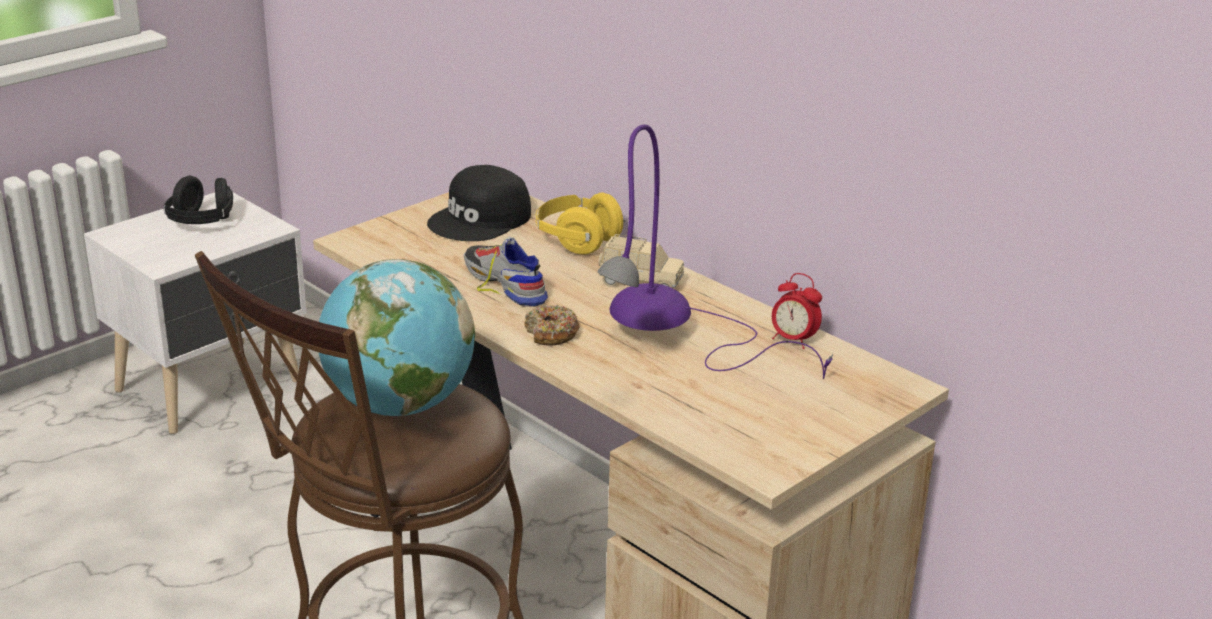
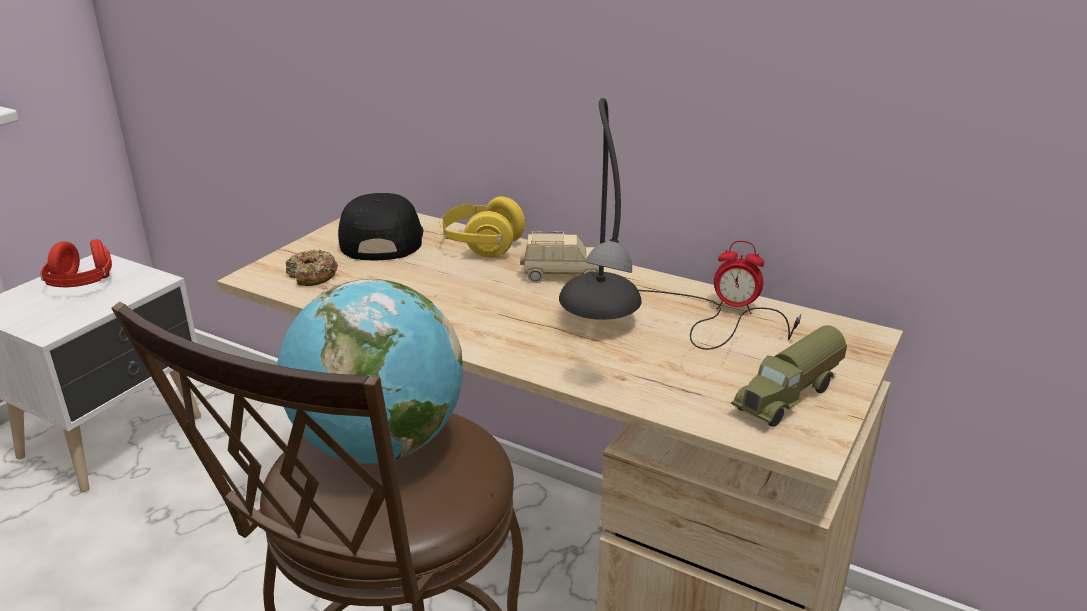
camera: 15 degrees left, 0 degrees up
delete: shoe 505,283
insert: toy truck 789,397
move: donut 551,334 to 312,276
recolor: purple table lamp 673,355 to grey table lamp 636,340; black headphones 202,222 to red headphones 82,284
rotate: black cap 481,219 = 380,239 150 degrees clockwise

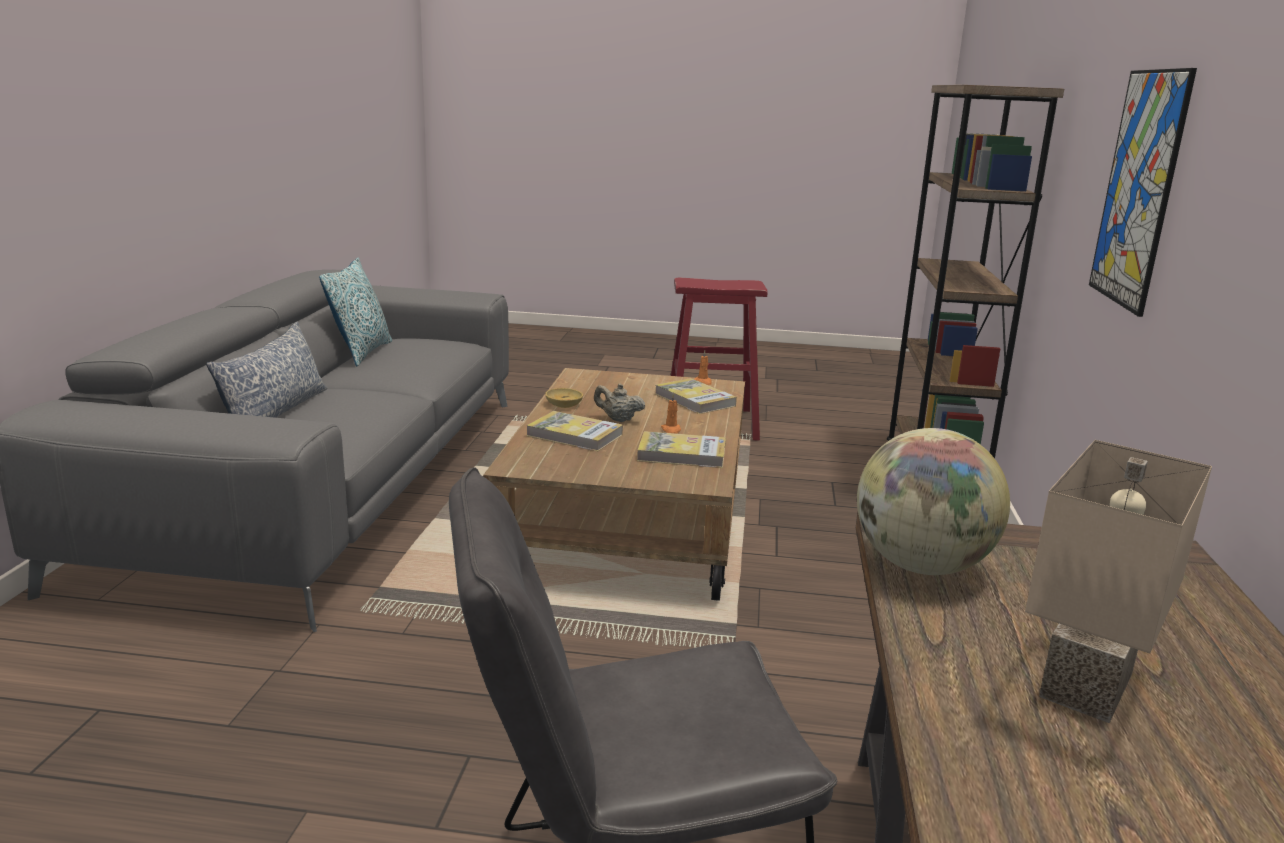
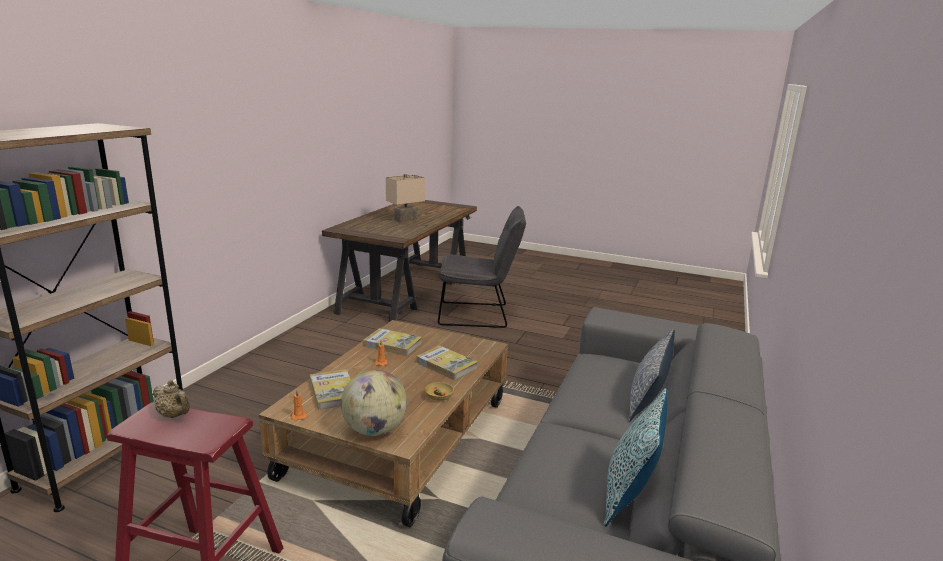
camera: 165 degrees left, 0 degrees up
delete: picture 1138,189
move: beige teapot 618,419 to 175,415; globe 921,566 to 375,430

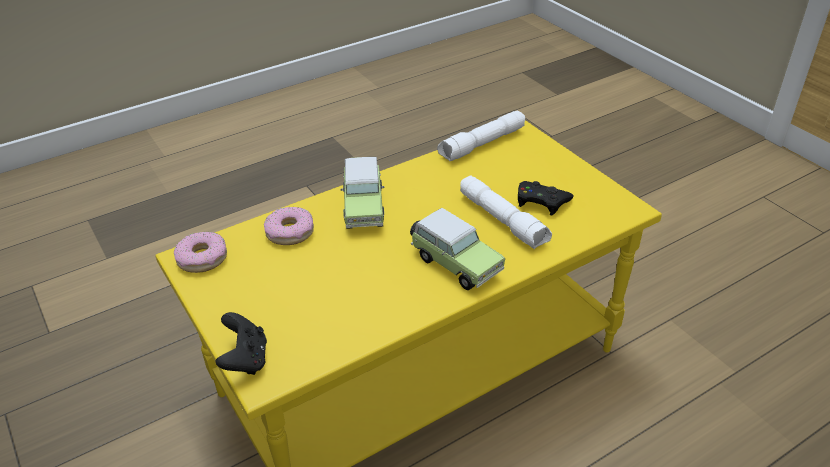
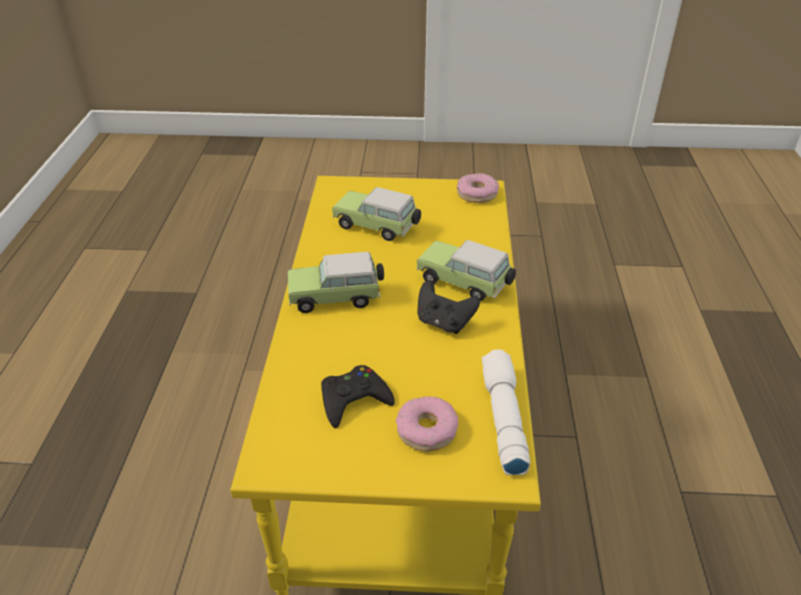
camera: 125 degrees right, 0 degrees up
delete: white flashlight 503,220
insert: toy car 377,227
move: donut 290,232 to 426,430; black game controller 245,360 to 444,322

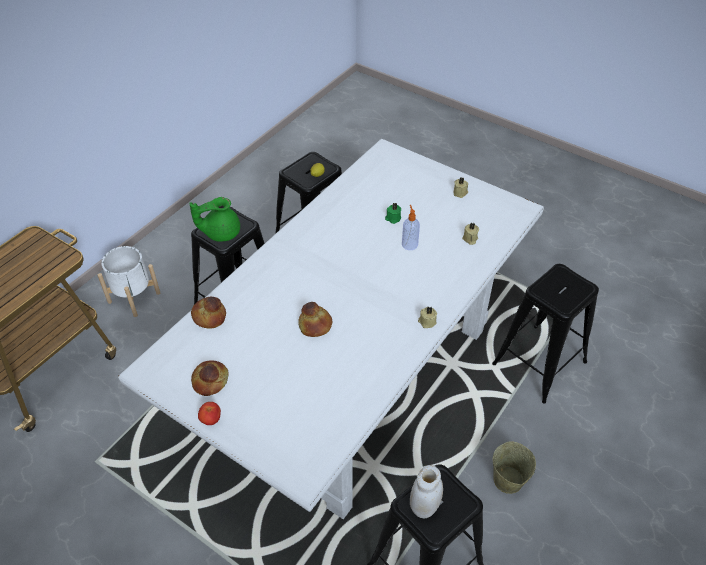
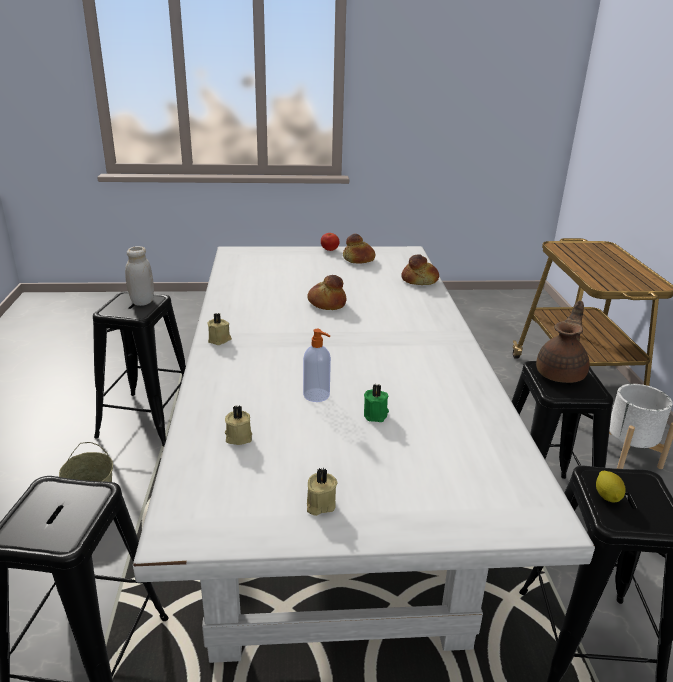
camera: 140 degrees right, 20 degrees down
recolor: green teapot 220,232 to brown teapot 561,374

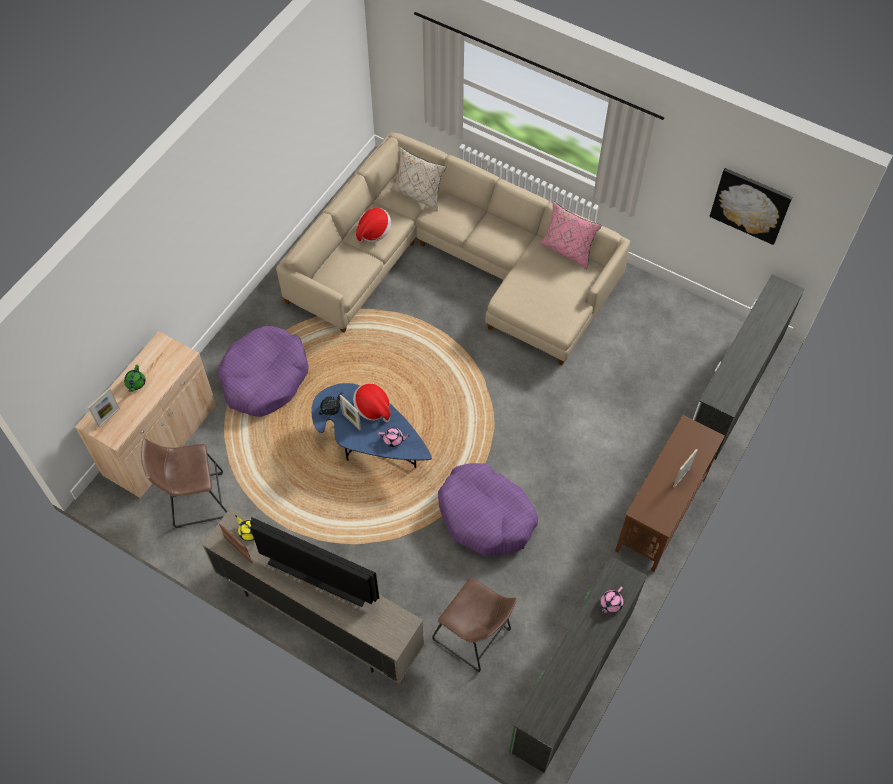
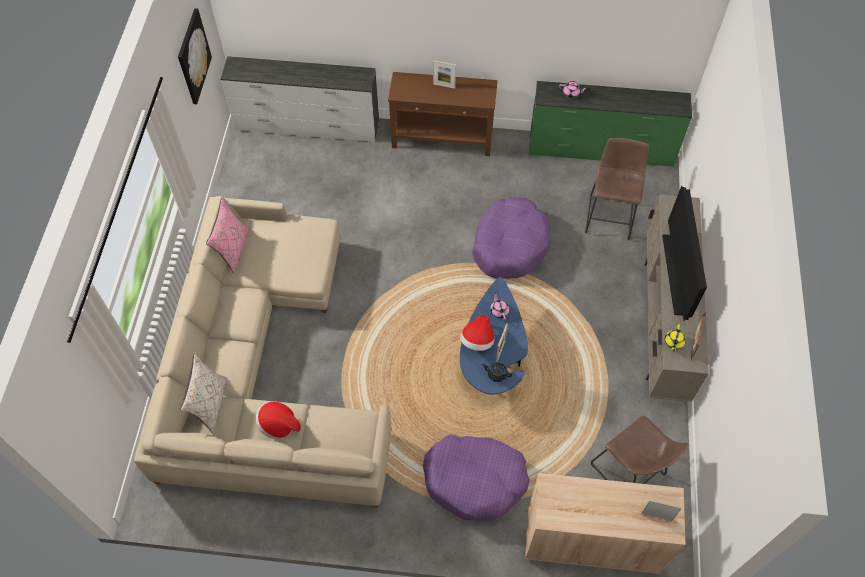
camera: 115 degrees left, 0 degrees up
delete: green teapot 135,383

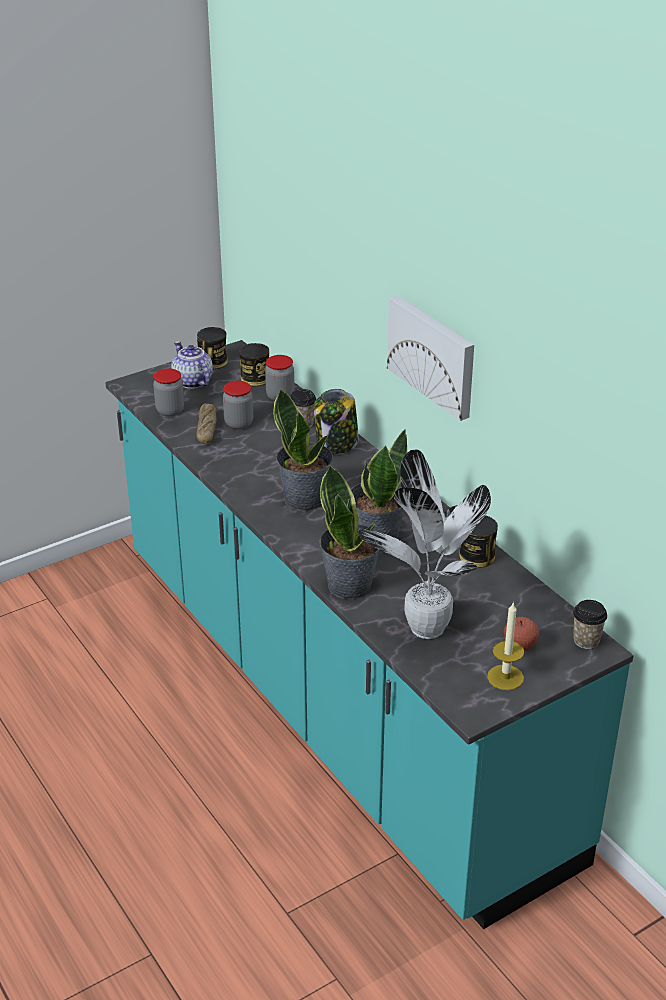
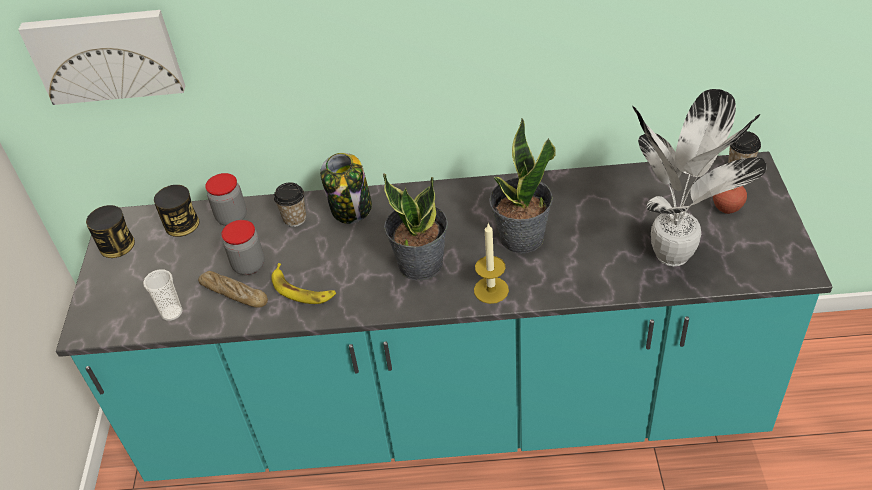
camera: 55 degrees left, 10 degrees up
delete: teapot 191,382; potted plant 350,585; can 477,556
insert: banana 302,289
move: picture 433,355 to 106,54; candle 505,677 to 491,290
replace: jar 170,410 to cup 172,313

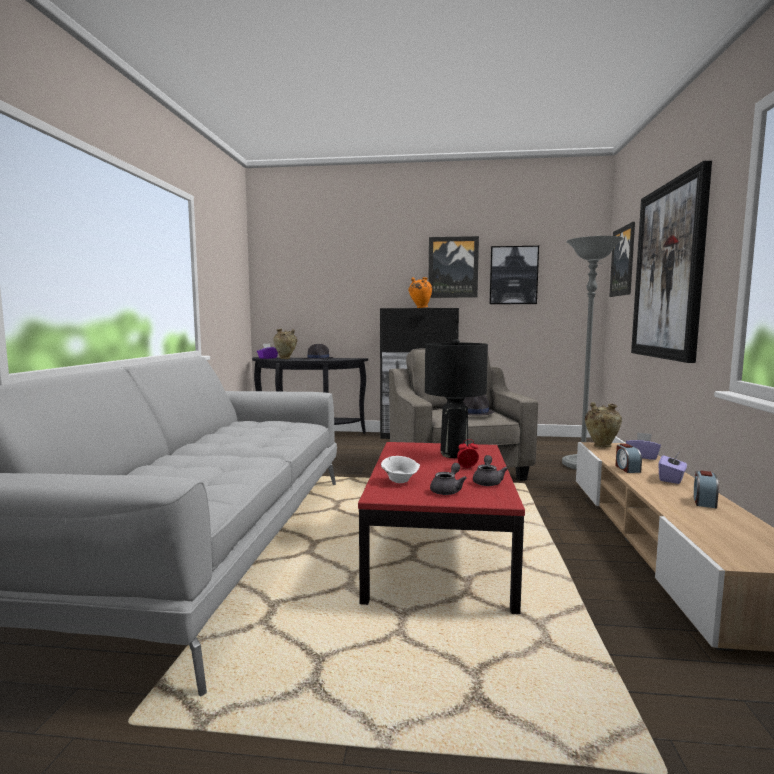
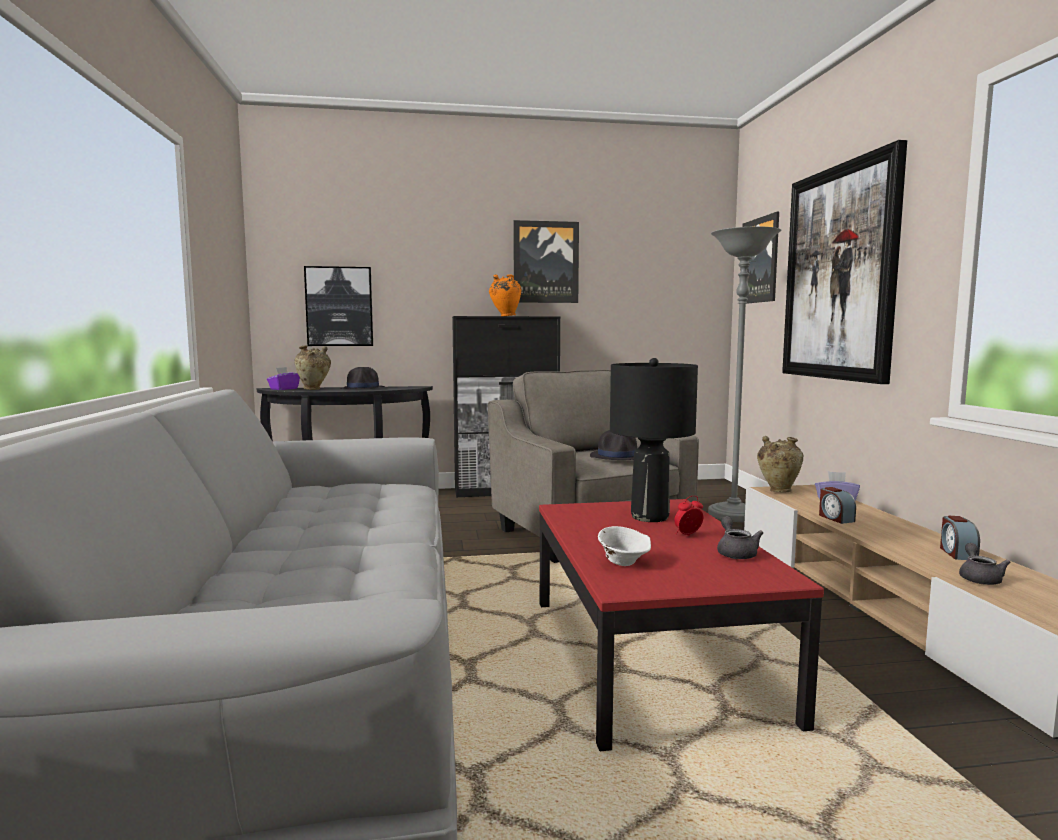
camera: 15 degrees left, 0 degrees up
delete: purple tissue box 672,479
move: picture 513,275 to 339,306; grey teapot 448,490 to 979,578

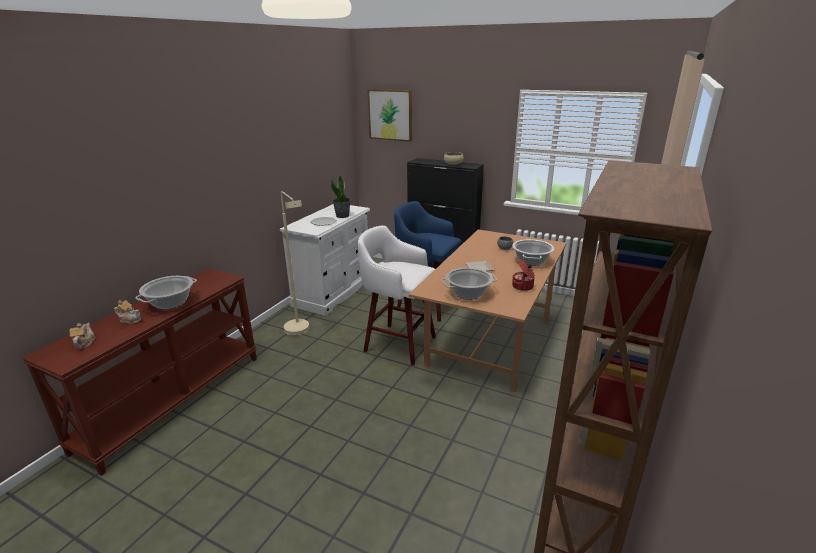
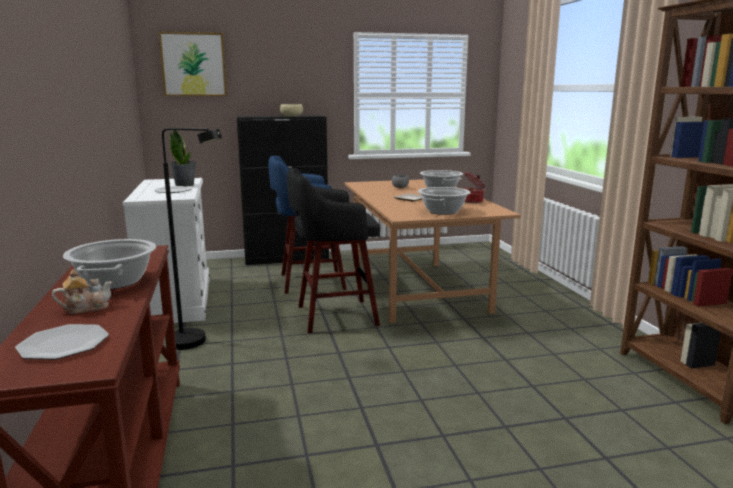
camera: 40 degrees left, 10 degrees down
replace: teapot 84,343 to plate 63,344
recolor: beige floor lamp 300,332 to black floor lamp 196,342; white stool 398,343 to black stool 333,316

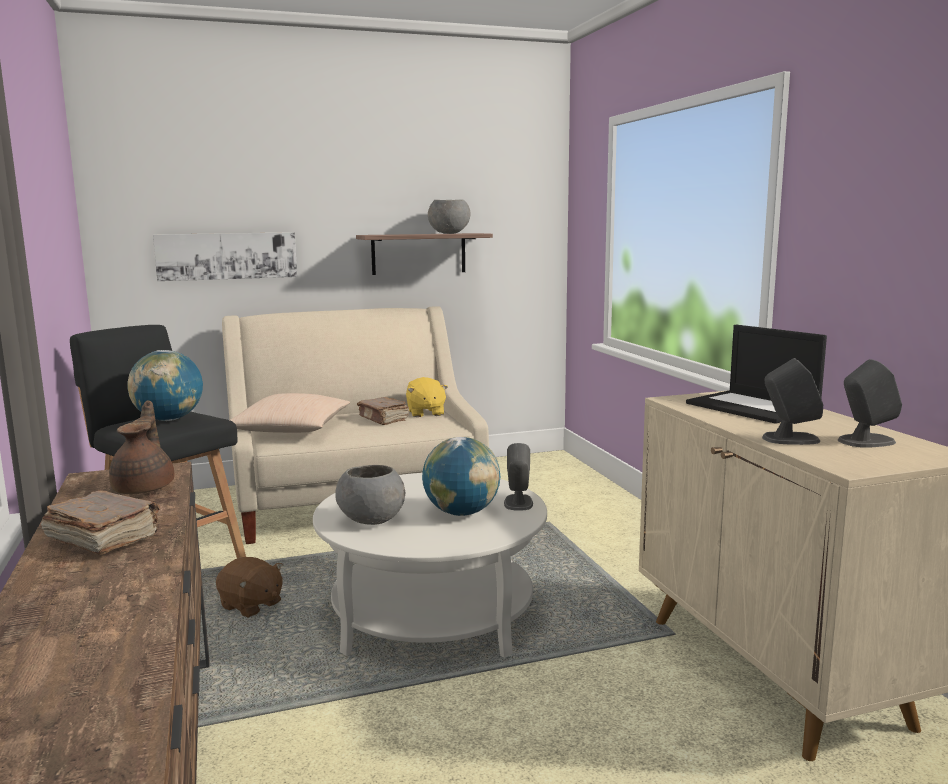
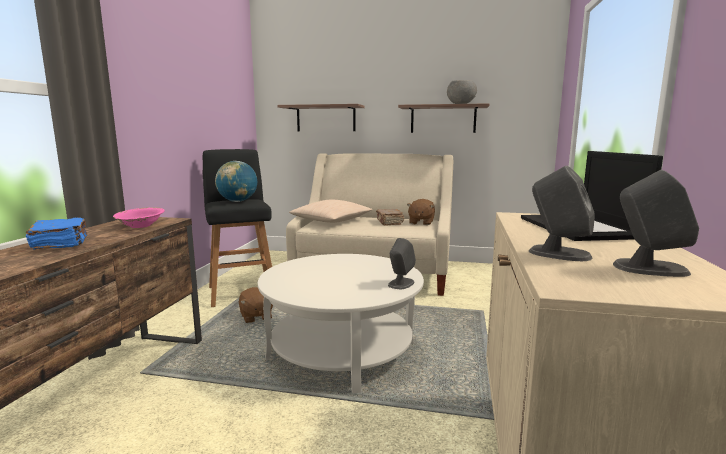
camera: 30 degrees right, 0 degrees up
delete: globe 461,513; grey bowl 371,521
replace: picture 227,256 to shelf 326,118; brown teapot 145,488 to pink bowl 140,226
recolor: yellow plush toy 425,413 to brown plush toy 421,222; brown book 103,539 to blue book 61,244

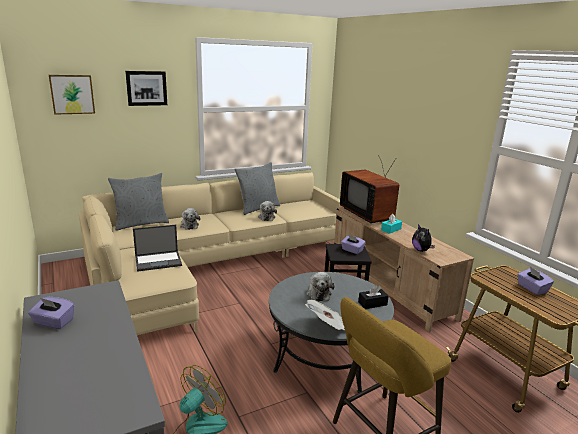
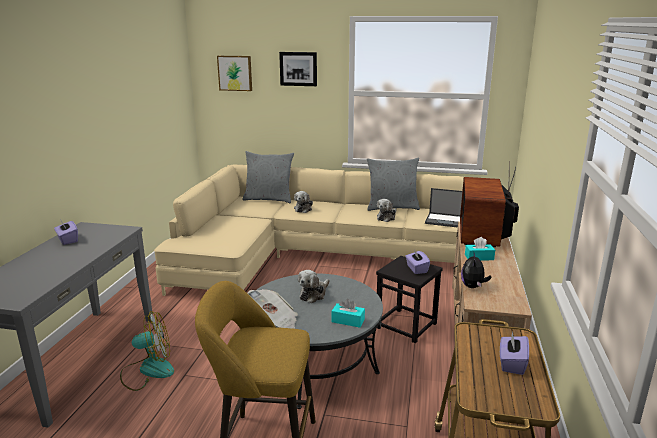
camera: 40 degrees right, 0 degrees up
move: laptop 159,261 to 446,220
recolor: black tissue box 372,303 to turquoise tissue box 348,321

